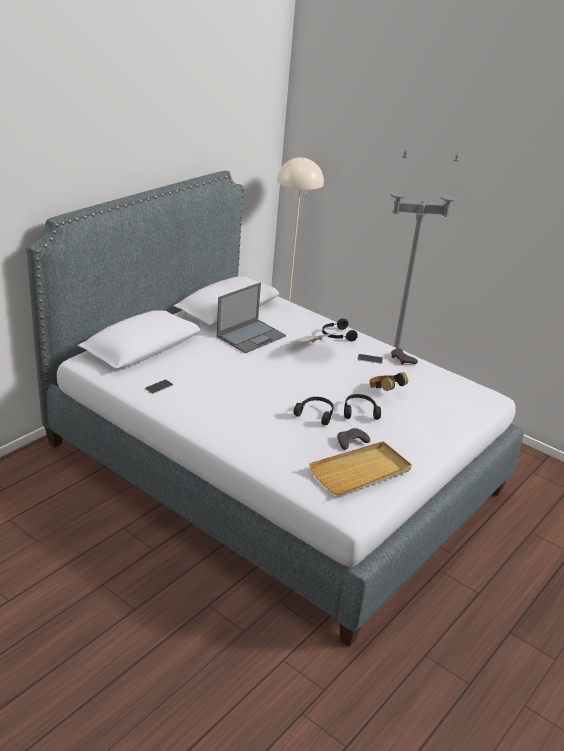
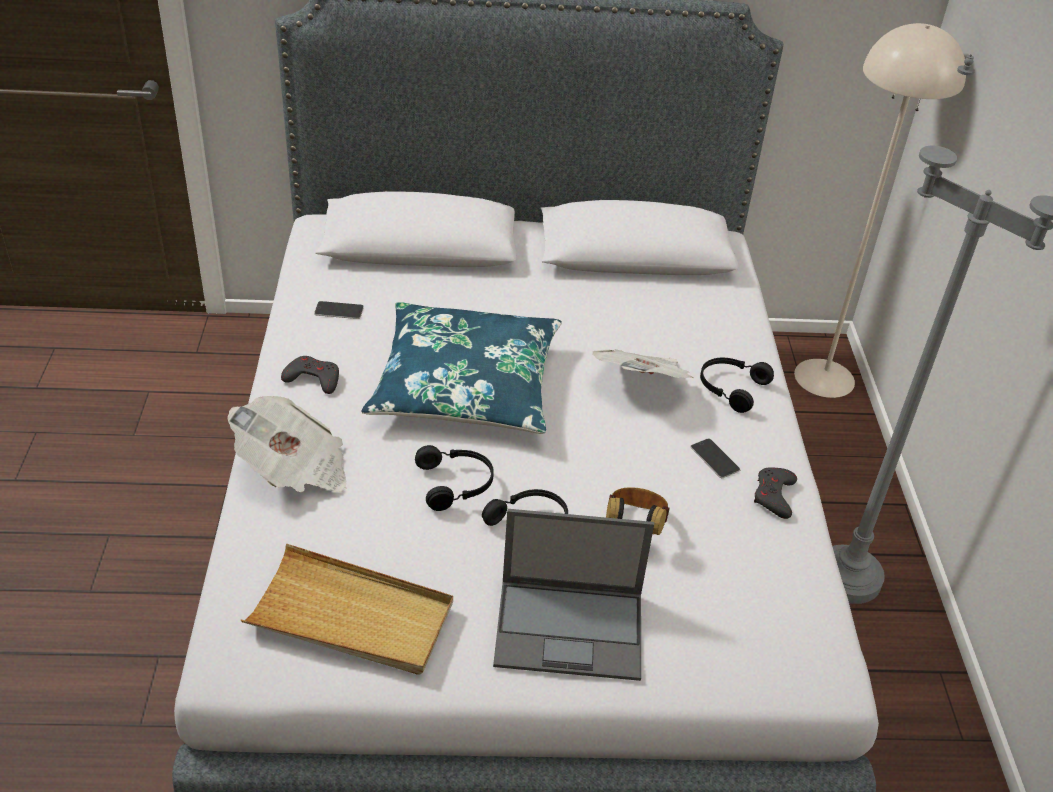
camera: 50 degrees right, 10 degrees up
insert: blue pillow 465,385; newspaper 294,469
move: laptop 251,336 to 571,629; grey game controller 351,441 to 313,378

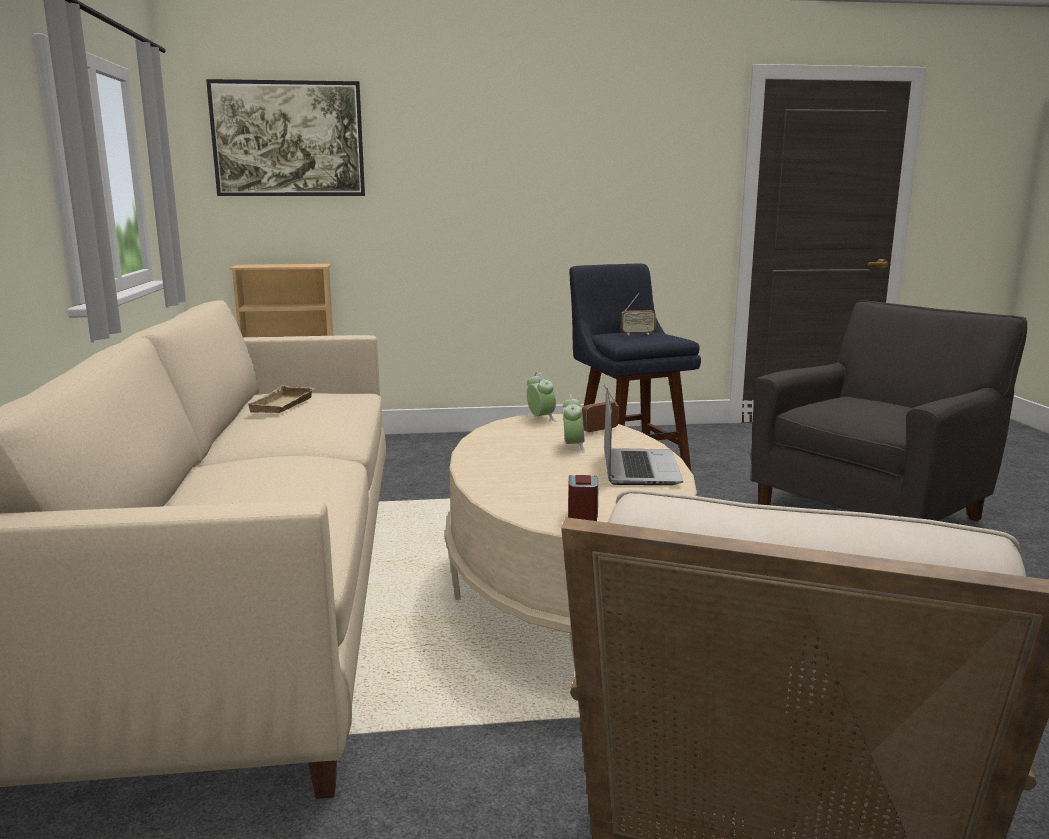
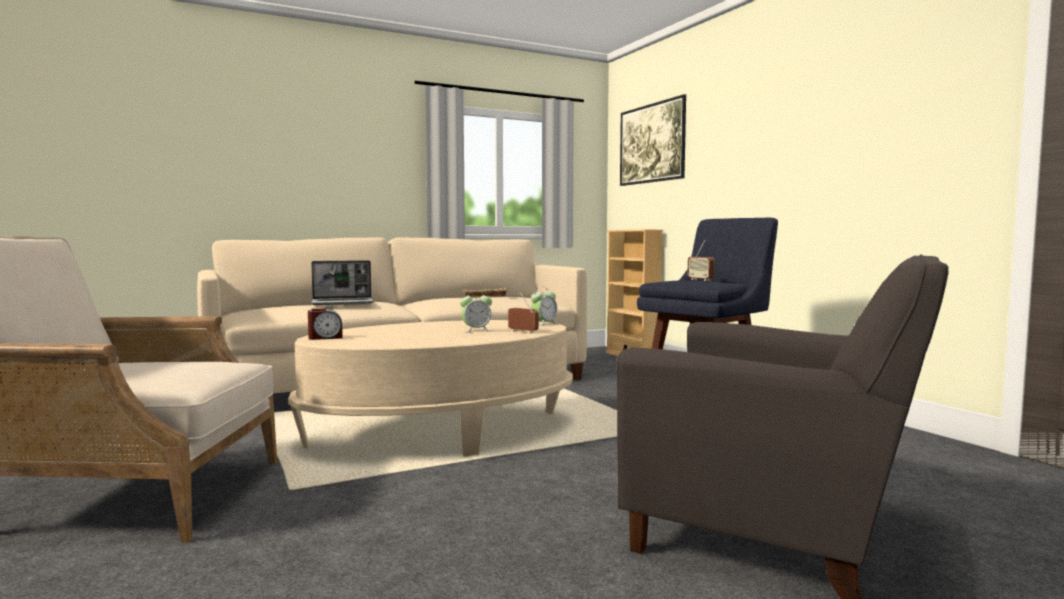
camera: 70 degrees right, 10 degrees down
move: laptop 638,468 to 343,303

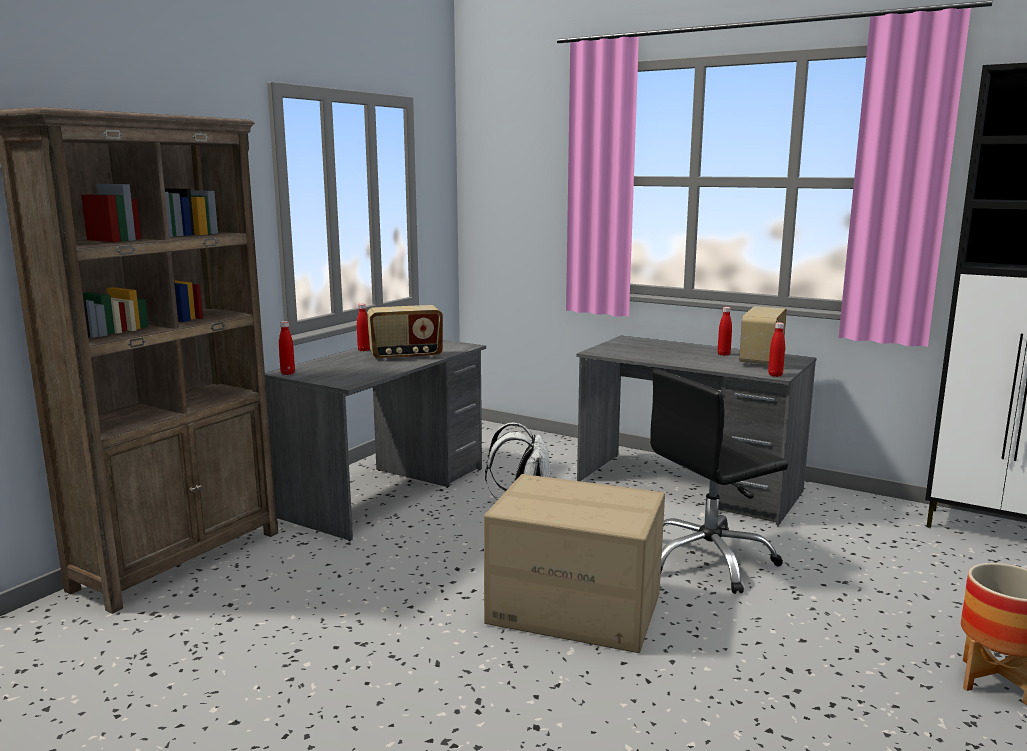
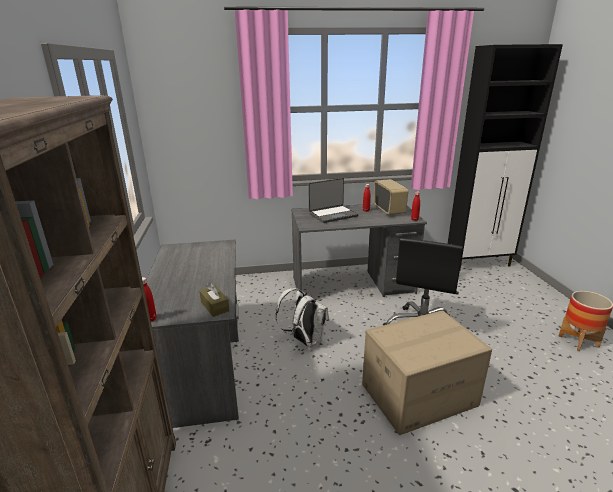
camera: 40 degrees left, 10 degrees up
delete: red bottle 364,350; radio 406,356
insert: laptop 333,214; brown tissue box 215,306

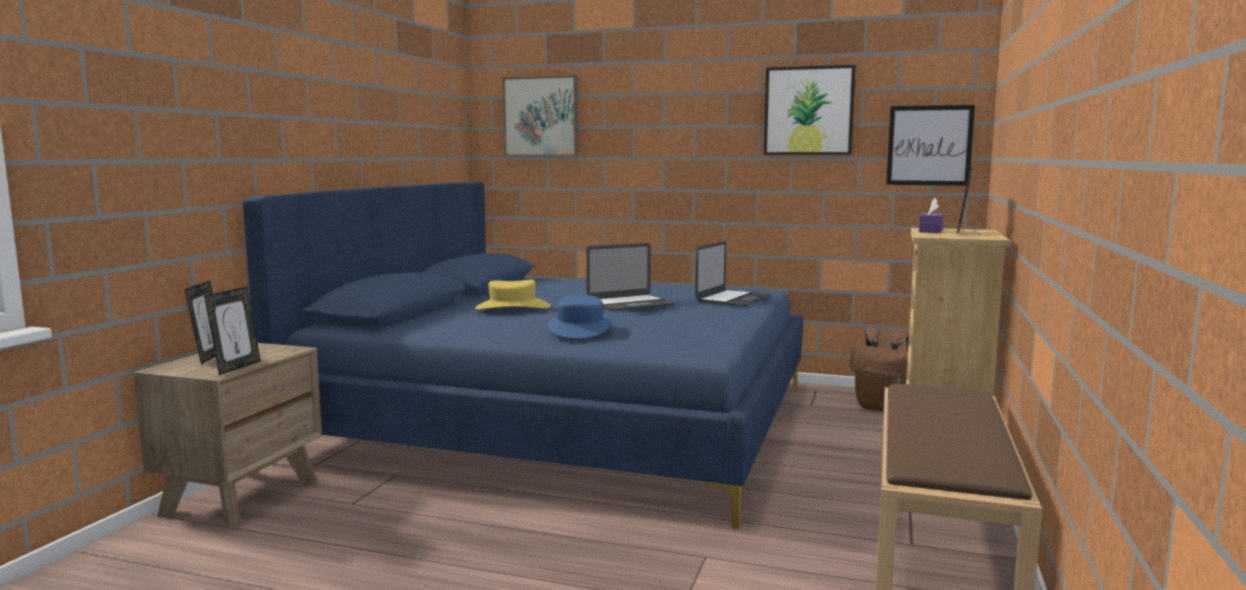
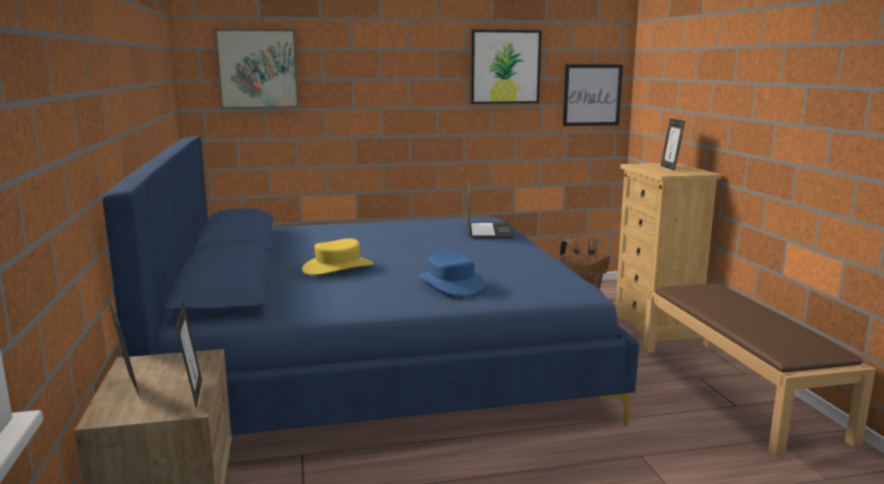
camera: 30 degrees left, 5 degrees up
delete: purple tissue box 930,231; laptop 630,303

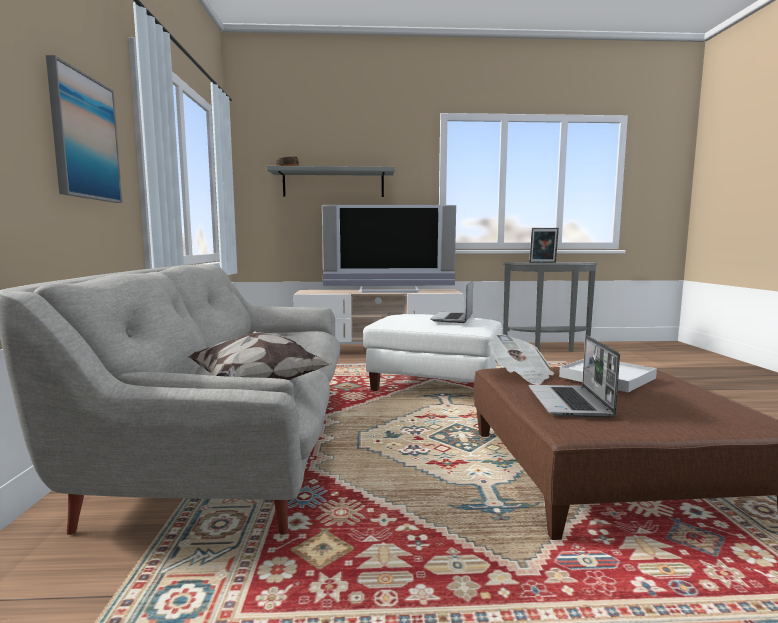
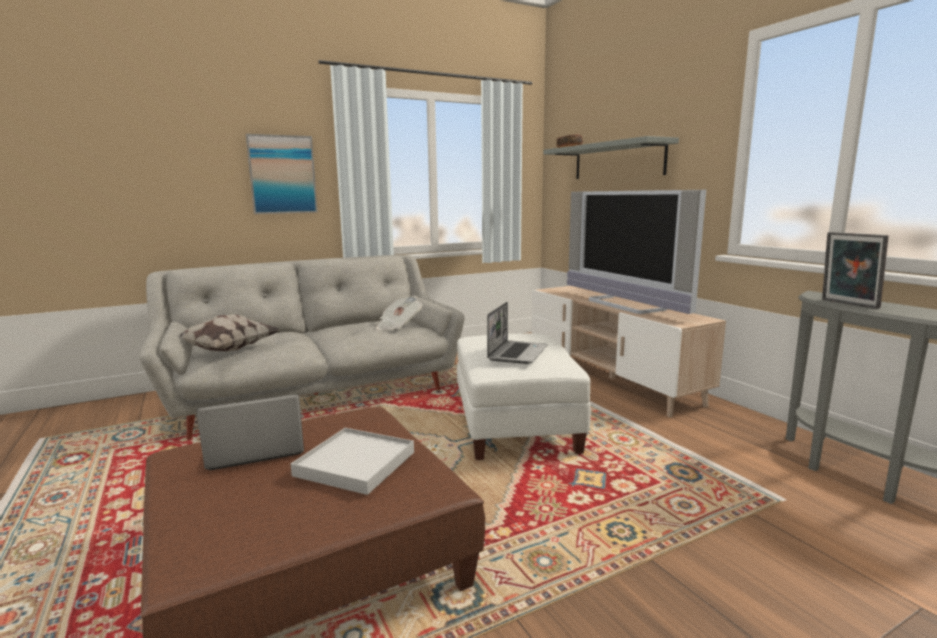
camera: 65 degrees right, 5 degrees up
move: newspaper 520,375 to 398,326
rotate: laptop 452,318 = 517,353 120 degrees clockwise

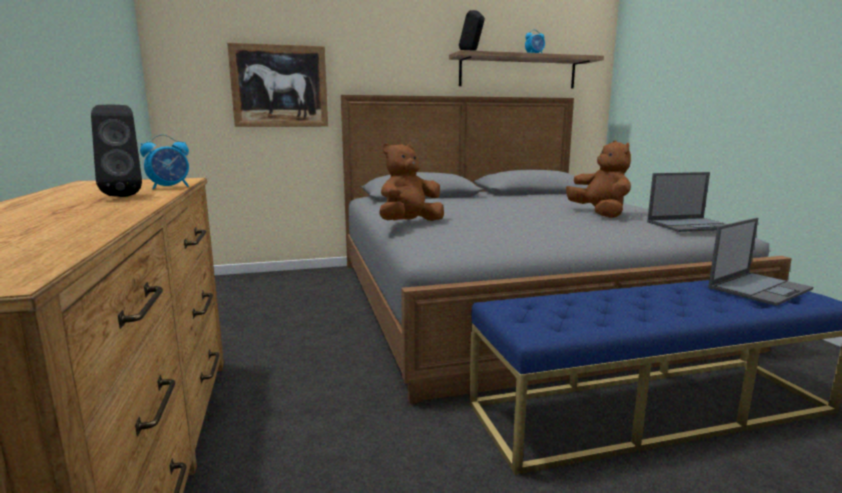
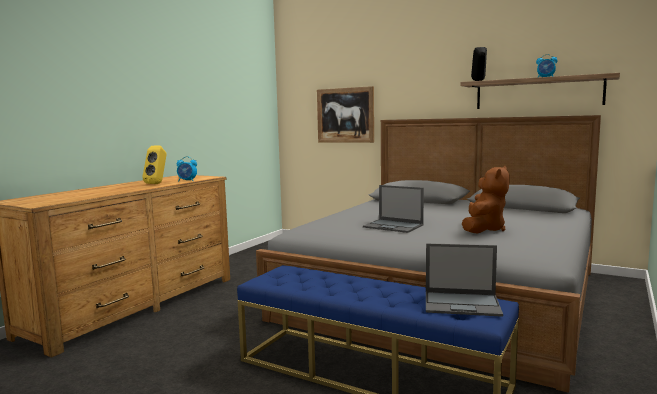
camera: 45 degrees right, 5 degrees down
delete: brown plush toy 409,223
move: laptop 691,225 to 394,226
recolor: black speaker 124,196 to yellow speaker 157,184

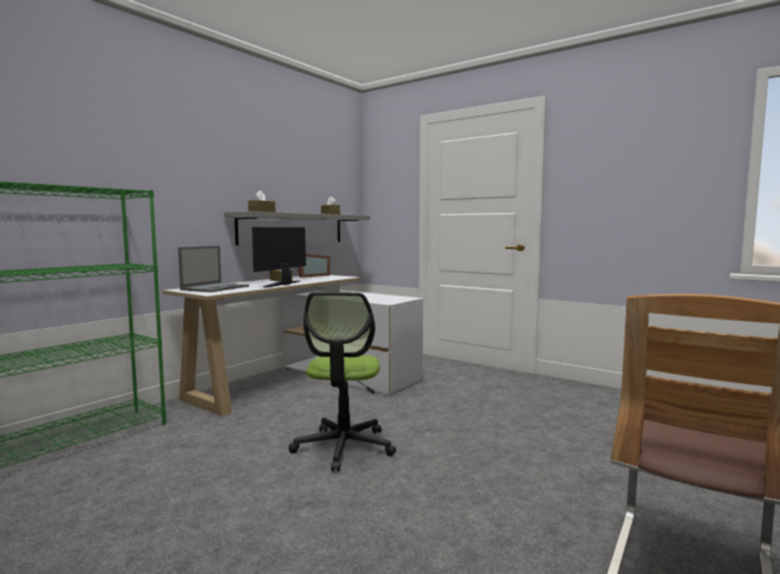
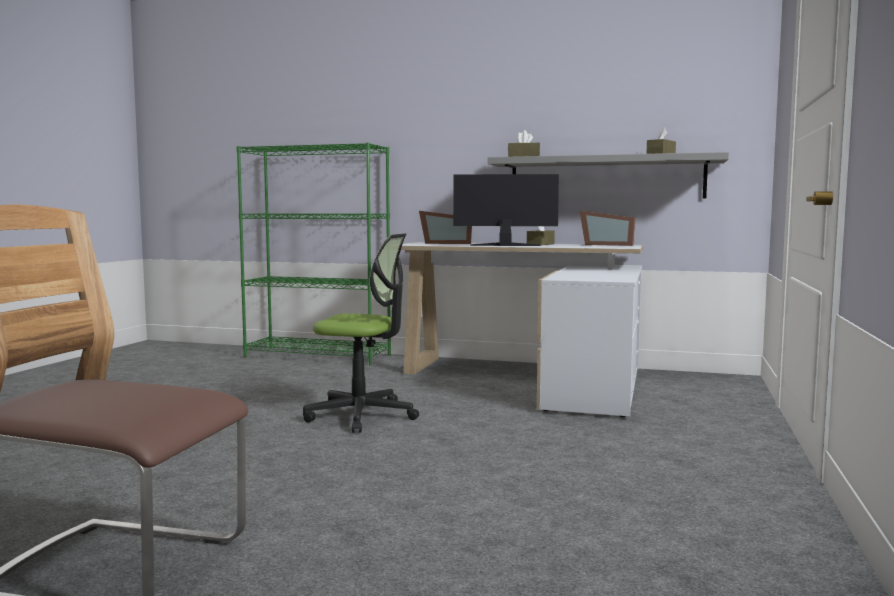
camera: 70 degrees right, 0 degrees up
replace: laptop 216,288 to picture frame 446,243
rotate: office chair 344,447 = 362,415 150 degrees counterclockwise

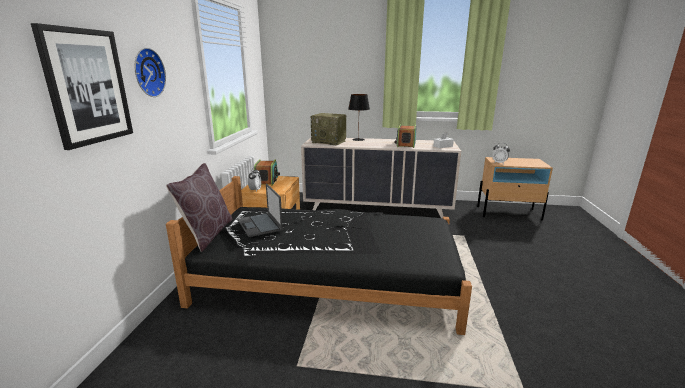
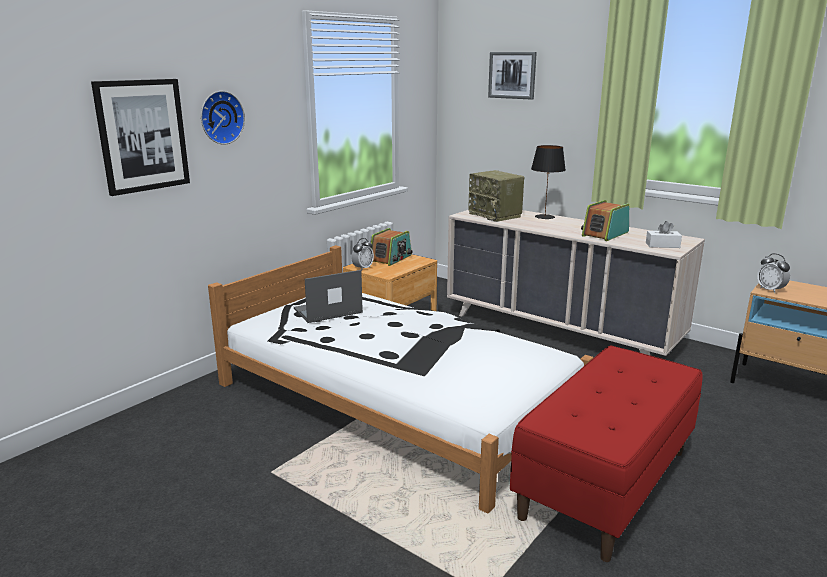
camera: 30 degrees right, 0 degrees up
delete: brown pillow 207,234
insert: picture 512,75; red bench 605,483
recolor: black bed 329,277 to white bed 394,399
rotate: laptop 260,225 = 327,311 60 degrees clockwise

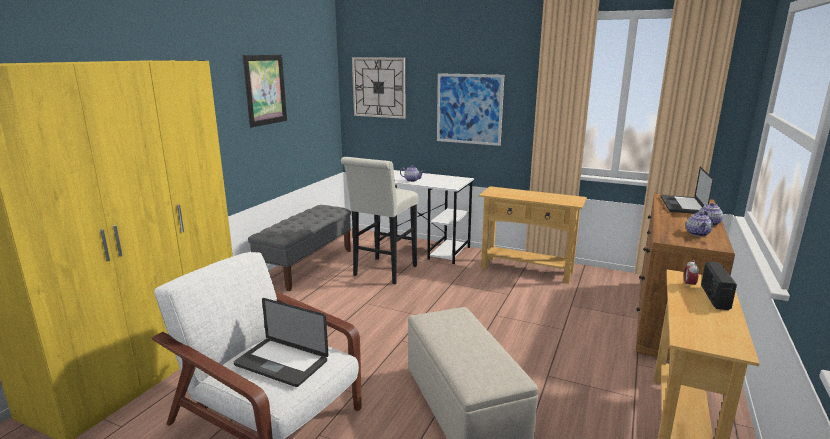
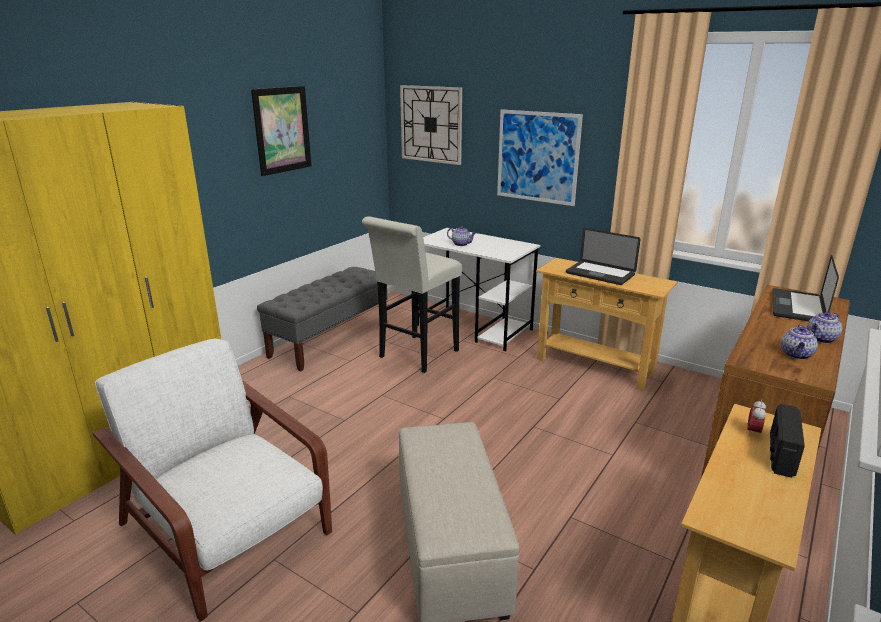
camera: 10 degrees right, 5 degrees up
move: laptop 281,363 to 600,274

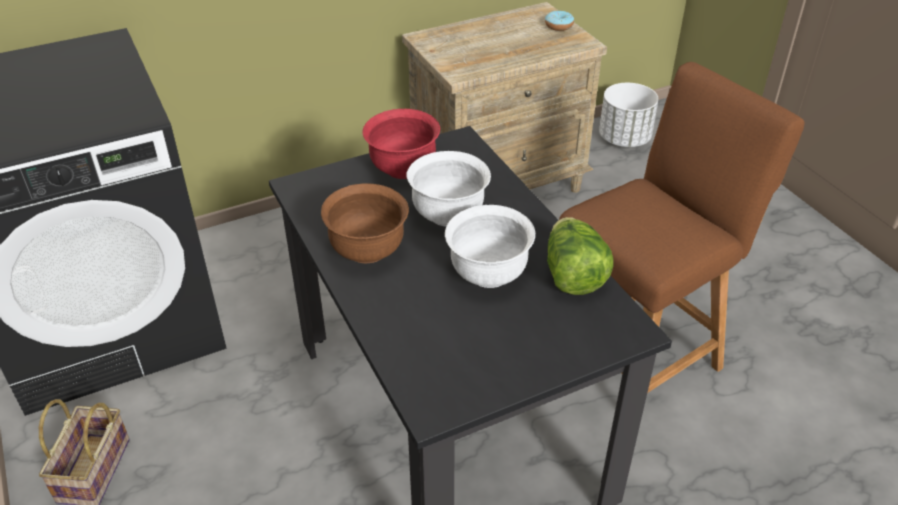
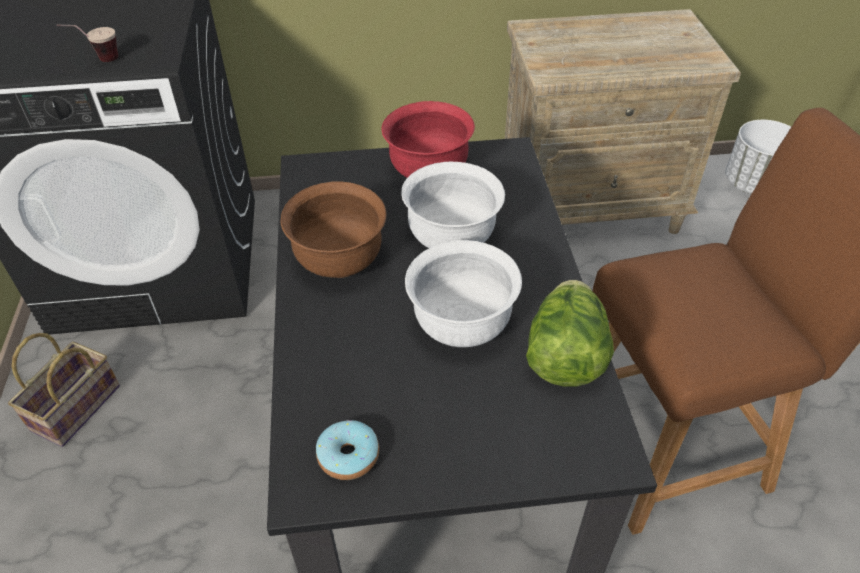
camera: 20 degrees right, 5 degrees up
insert: cup 98,61
move: donut 558,26 to 348,456

